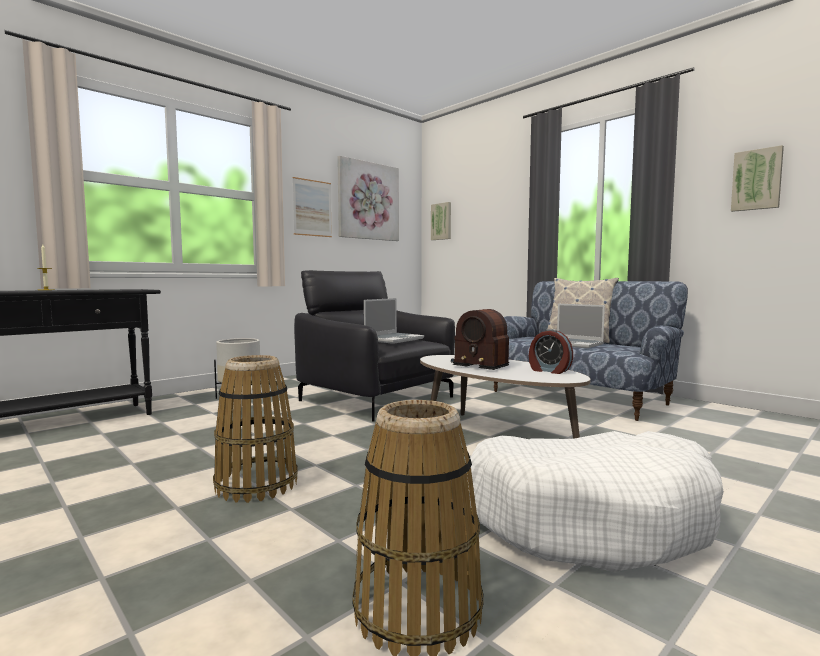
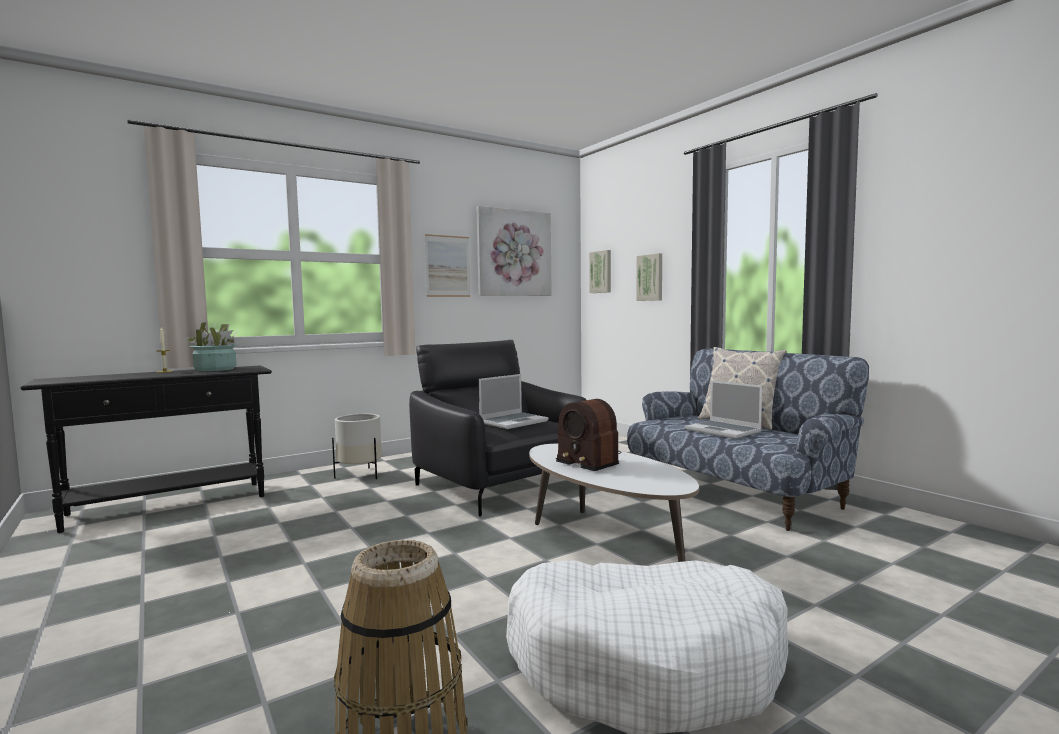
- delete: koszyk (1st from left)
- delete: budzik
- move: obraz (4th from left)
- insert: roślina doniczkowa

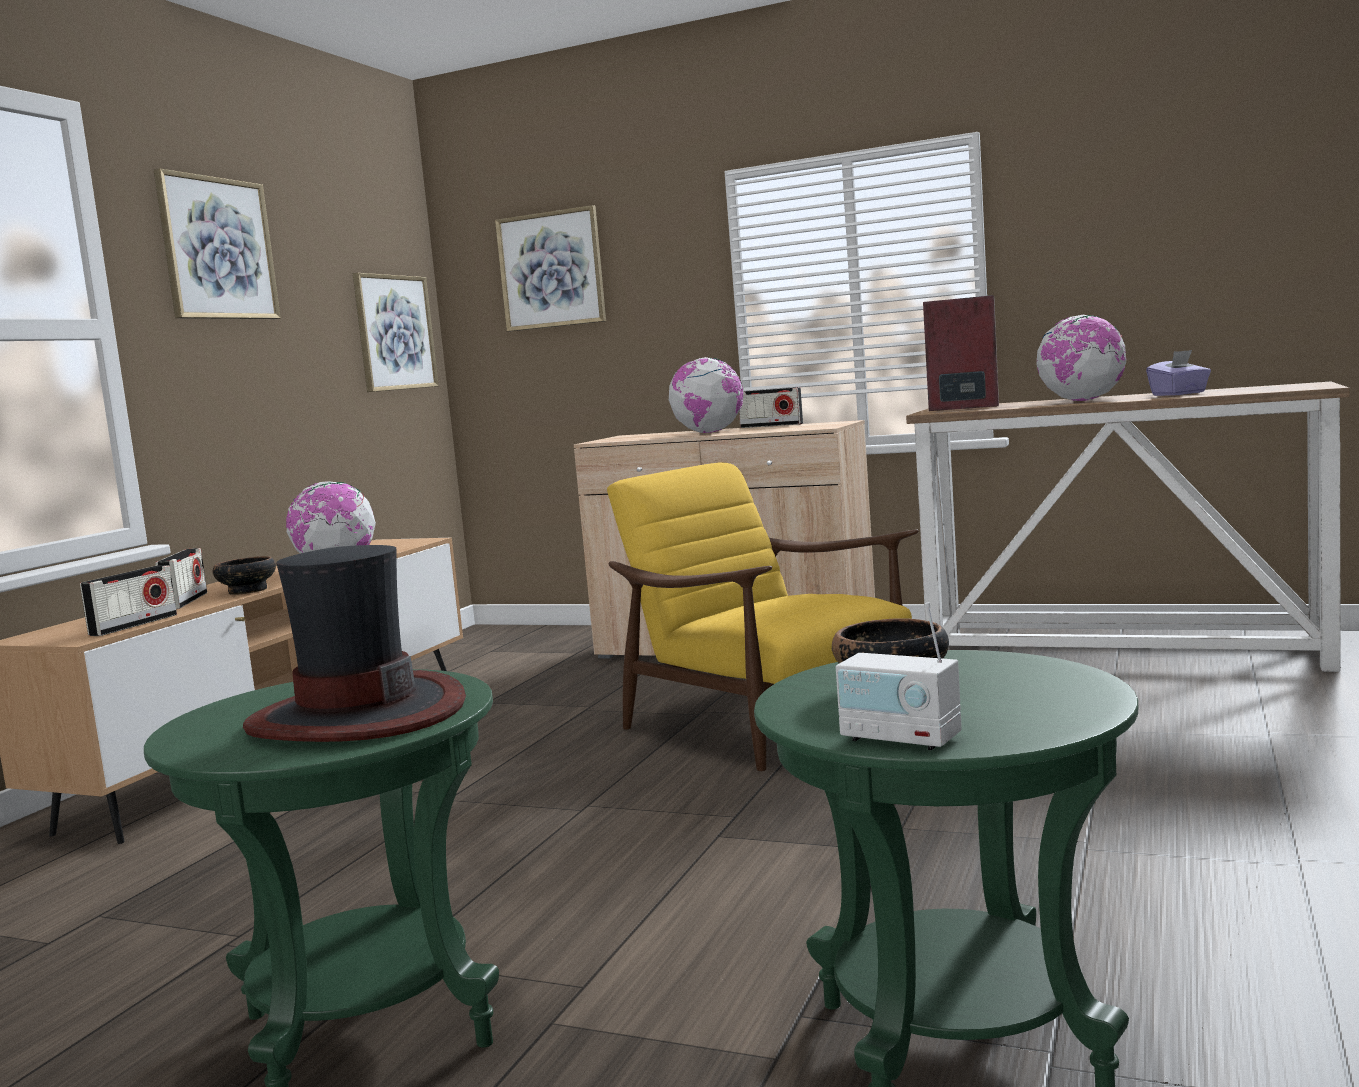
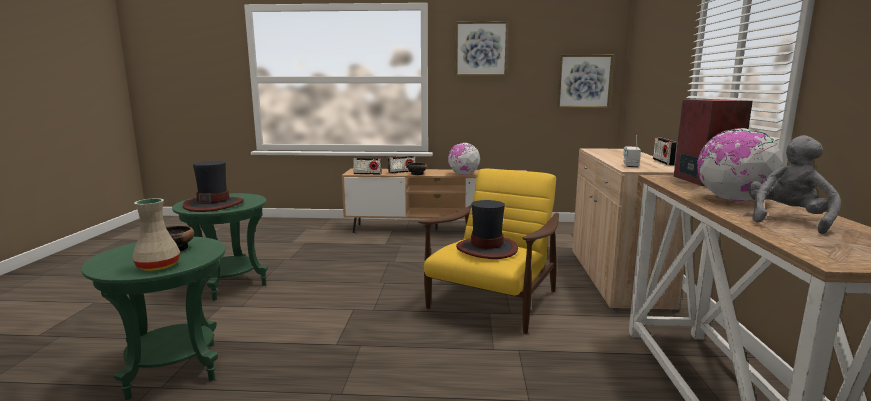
- delete: obraz (3rd from left)
- delete: globus (2nd from left)
- move: radio (4th from left in the first image) to radio (3rd from left)
- replace: pudełko chusteczek/fioletowy to pluszak/szary
- insert: wazon/beżowy
- insert: kapelusz (2nd from left)

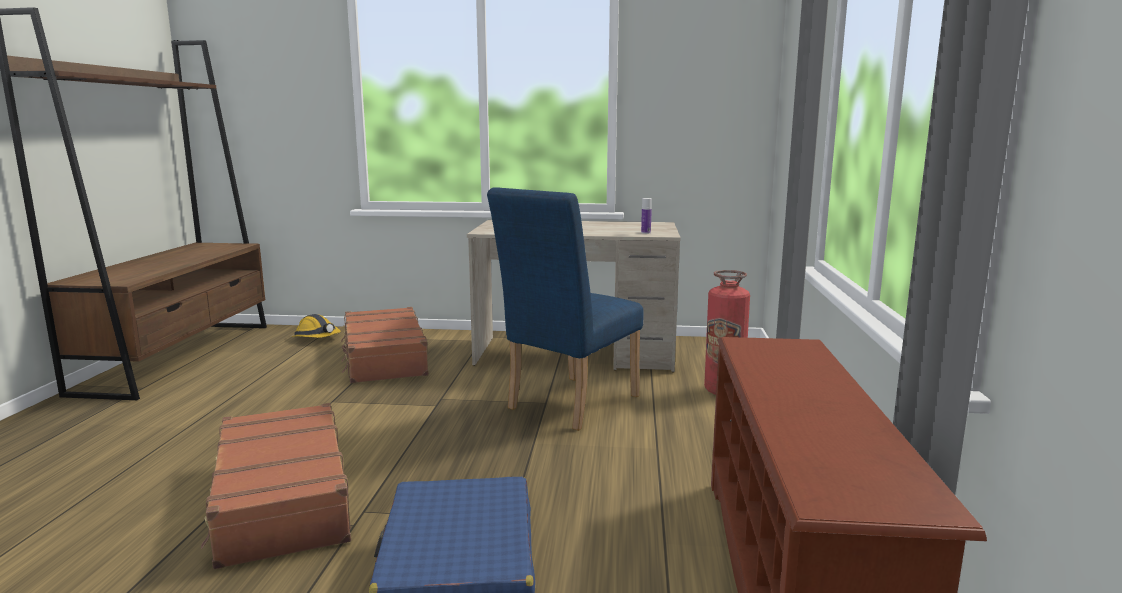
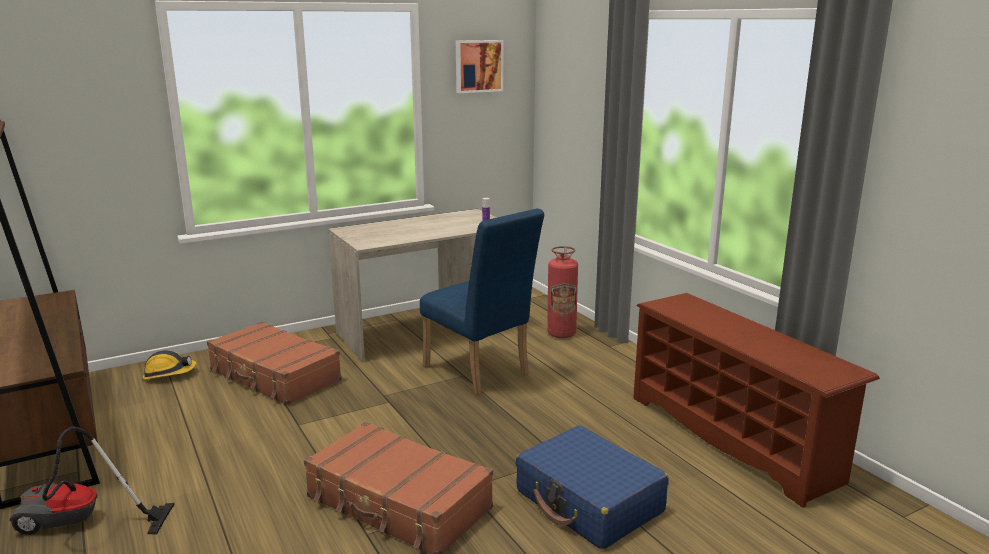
- rotate: krzesło/niebieski 45 degrees counterclockwise
- insert: odkurzacz
- insert: obraz

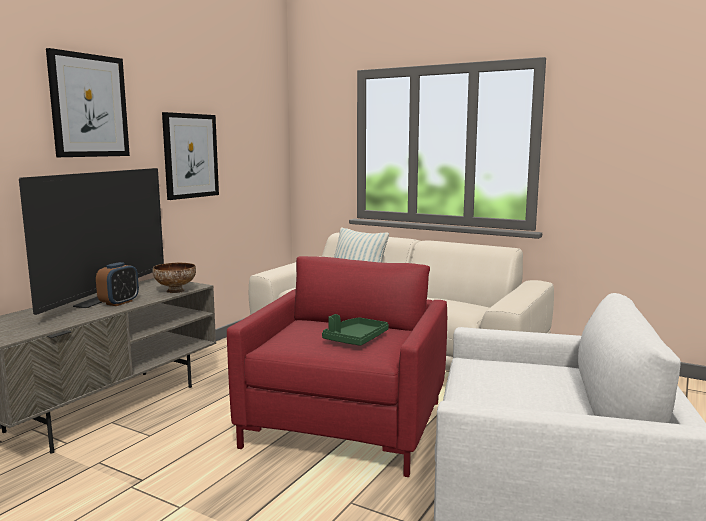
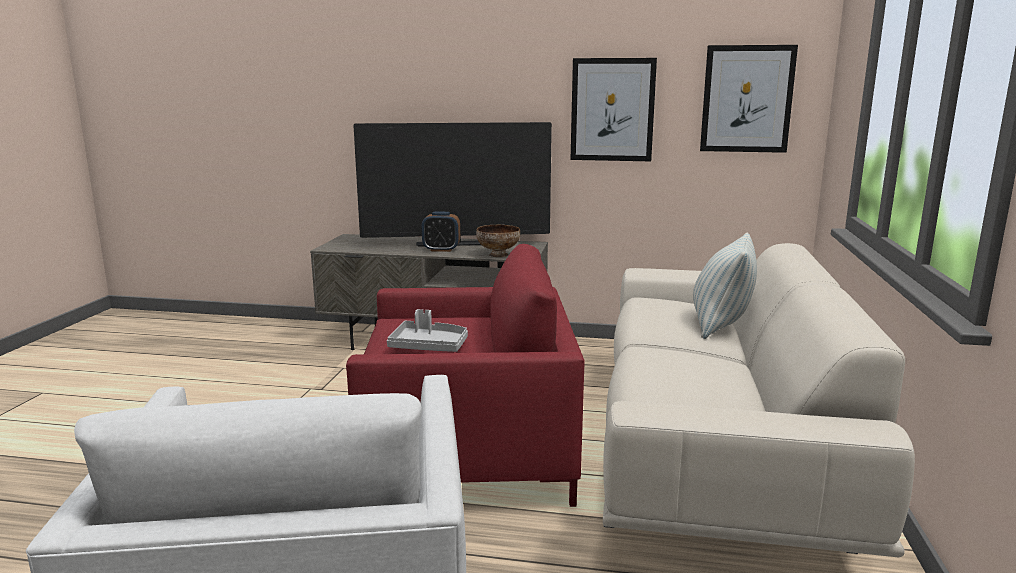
- move: obraz (1st from left in the first image) to obraz (2nd from left)
- recolor: taca/zielony to taca/szary

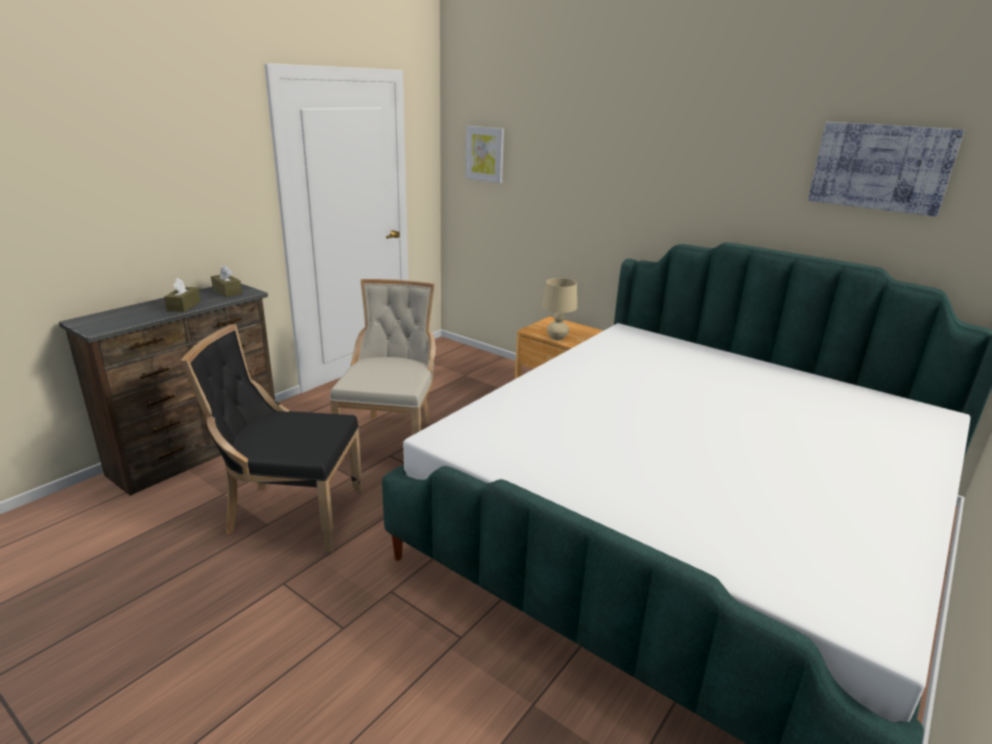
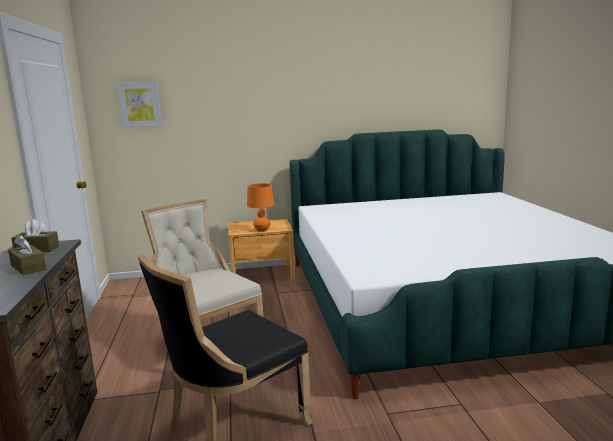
- recolor: lampa stołowa/beżowy to lampa stołowa/pomarańczowy
- delete: obraz (2nd from left)

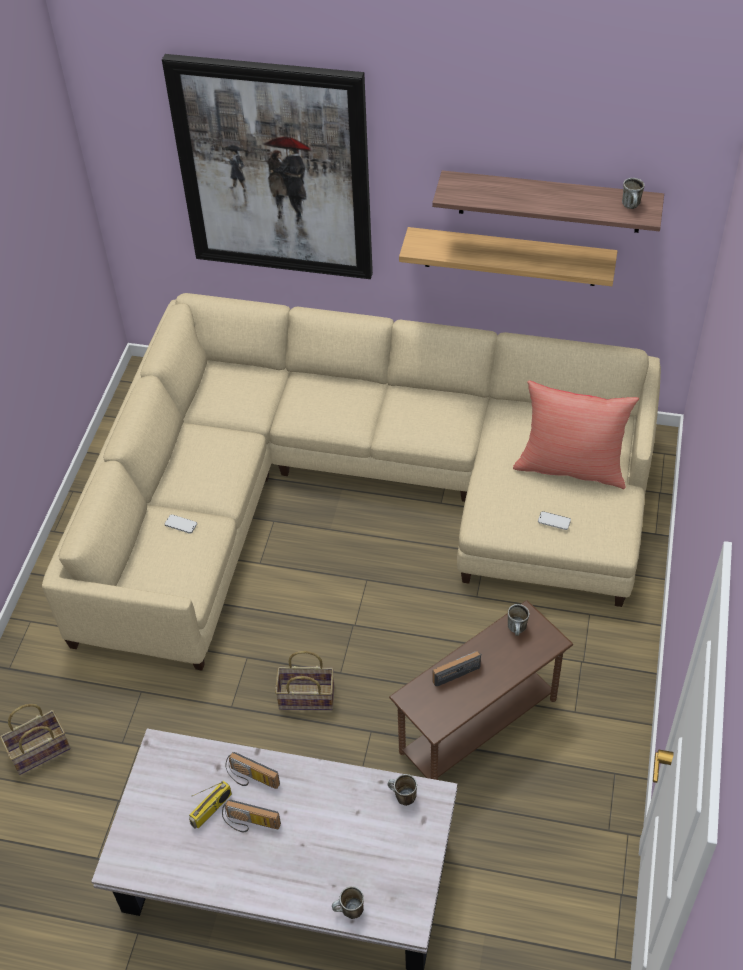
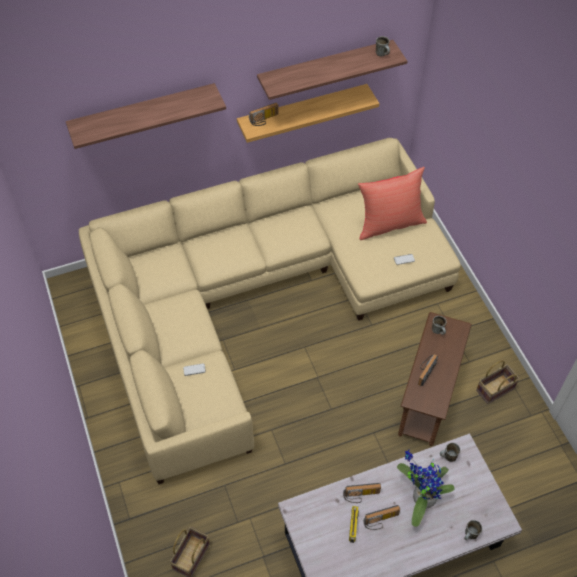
- replace: obraz to półka (1st from left)
- move: koszyk (2nd from left)
- insert: radio (1st from left)
- insert: roślina doniczkowa

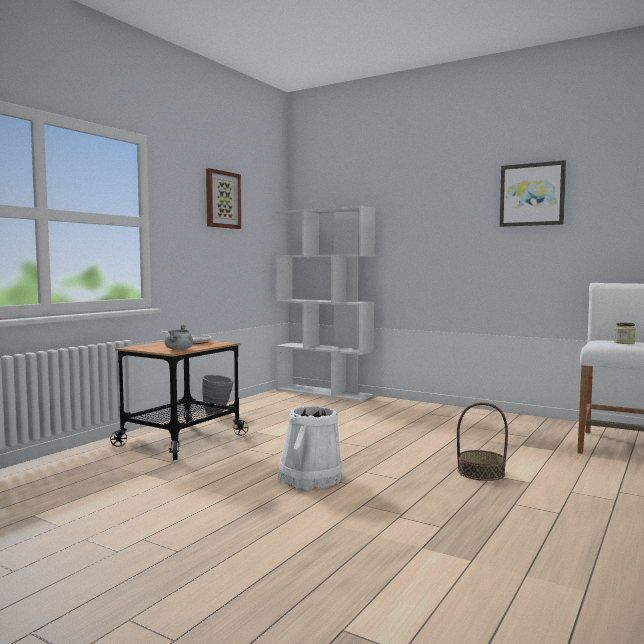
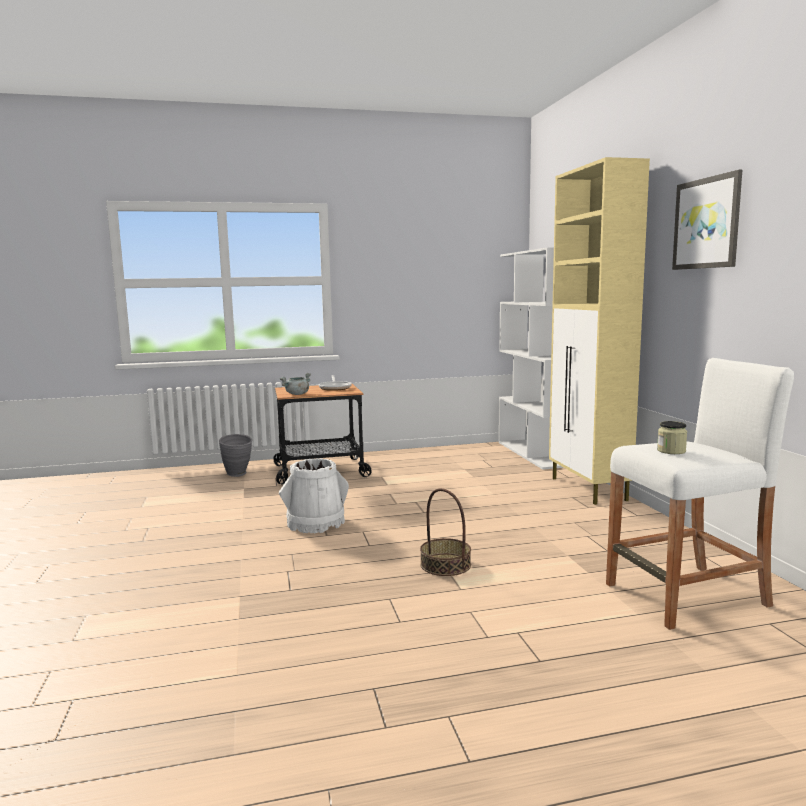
- move: wazon/szary
- delete: obraz (1st from left)
- insert: szafka/beżowy

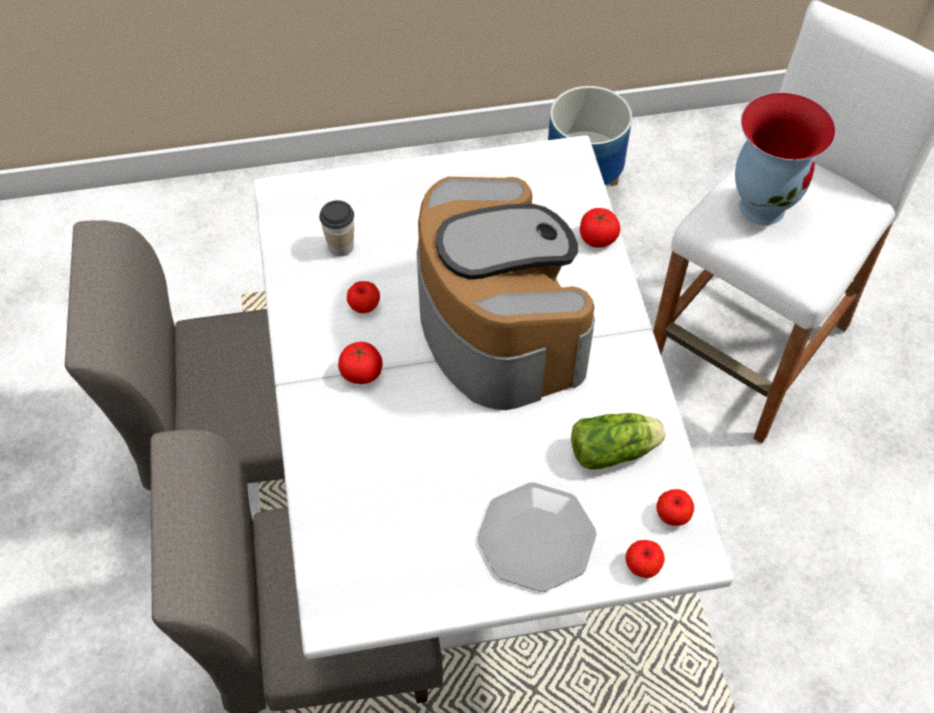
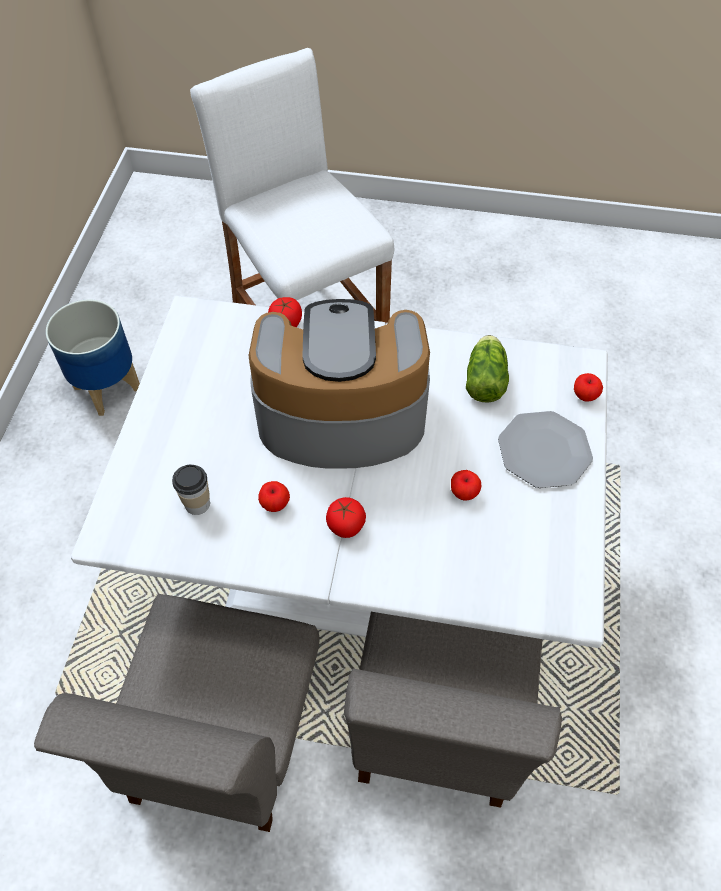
- move: jabłko (3rd from left in the first image) to jabłko (2nd from left)
- delete: wazon

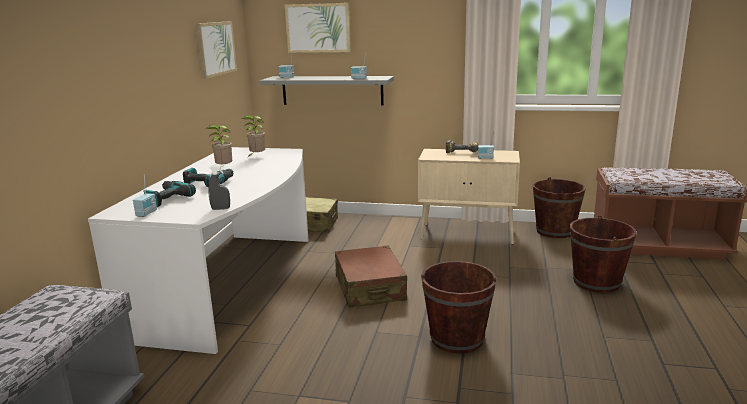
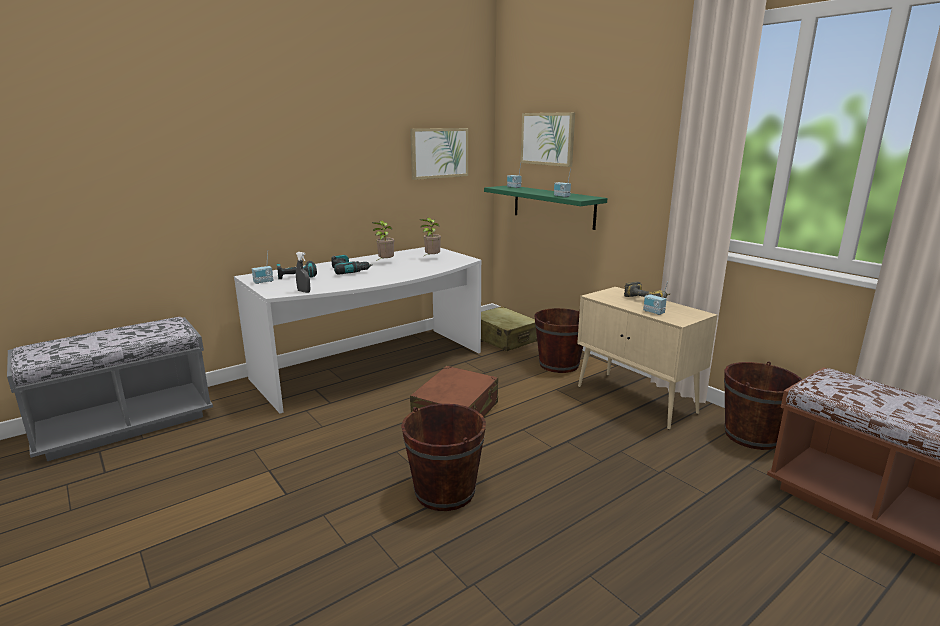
- recolor: półka/szary to półka/zielony
- move: wiadro/brązowy (3rd from left in the first image) to wiadro/brązowy (2nd from left)

